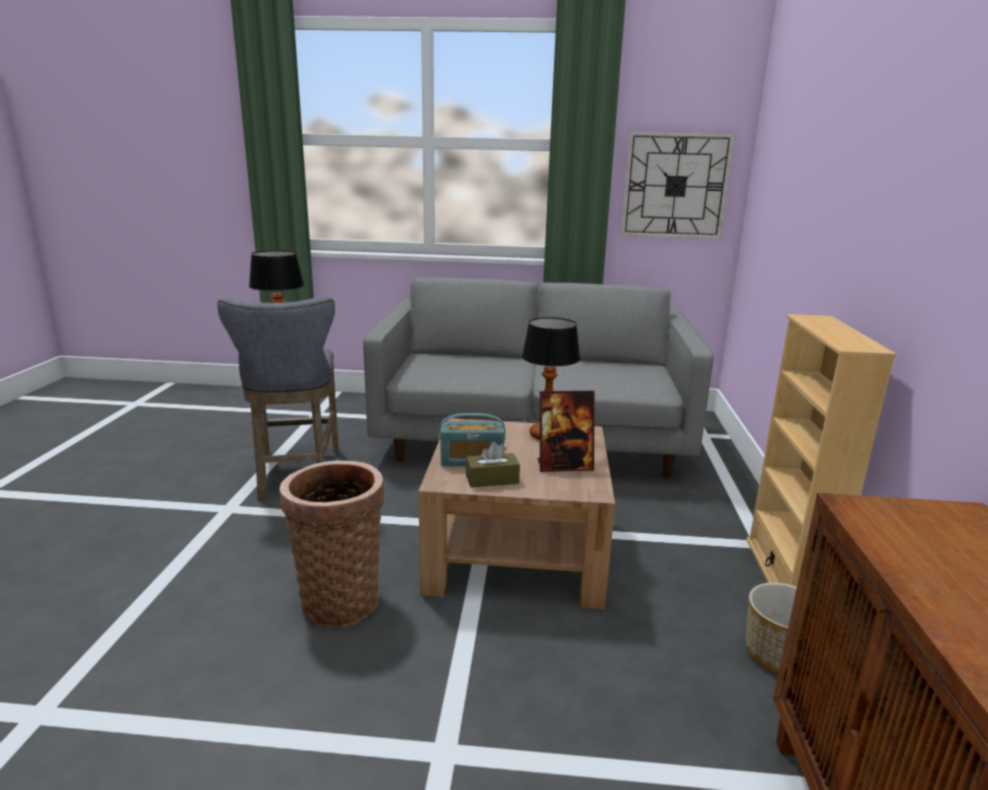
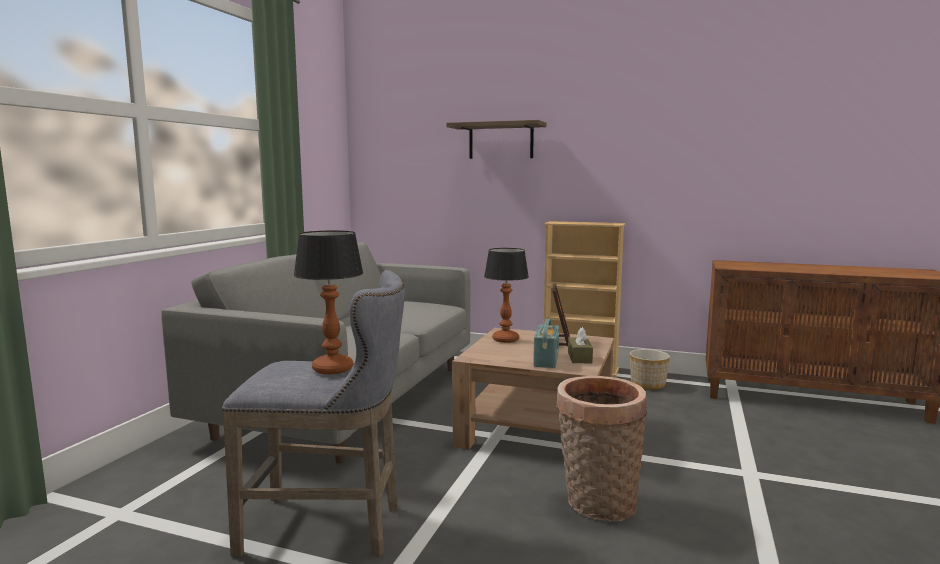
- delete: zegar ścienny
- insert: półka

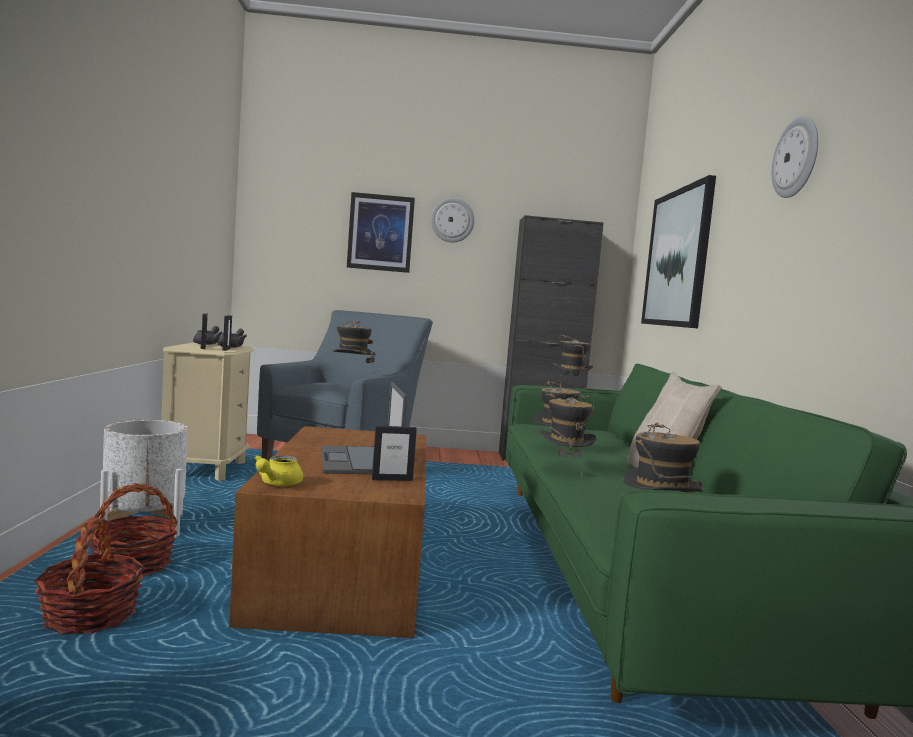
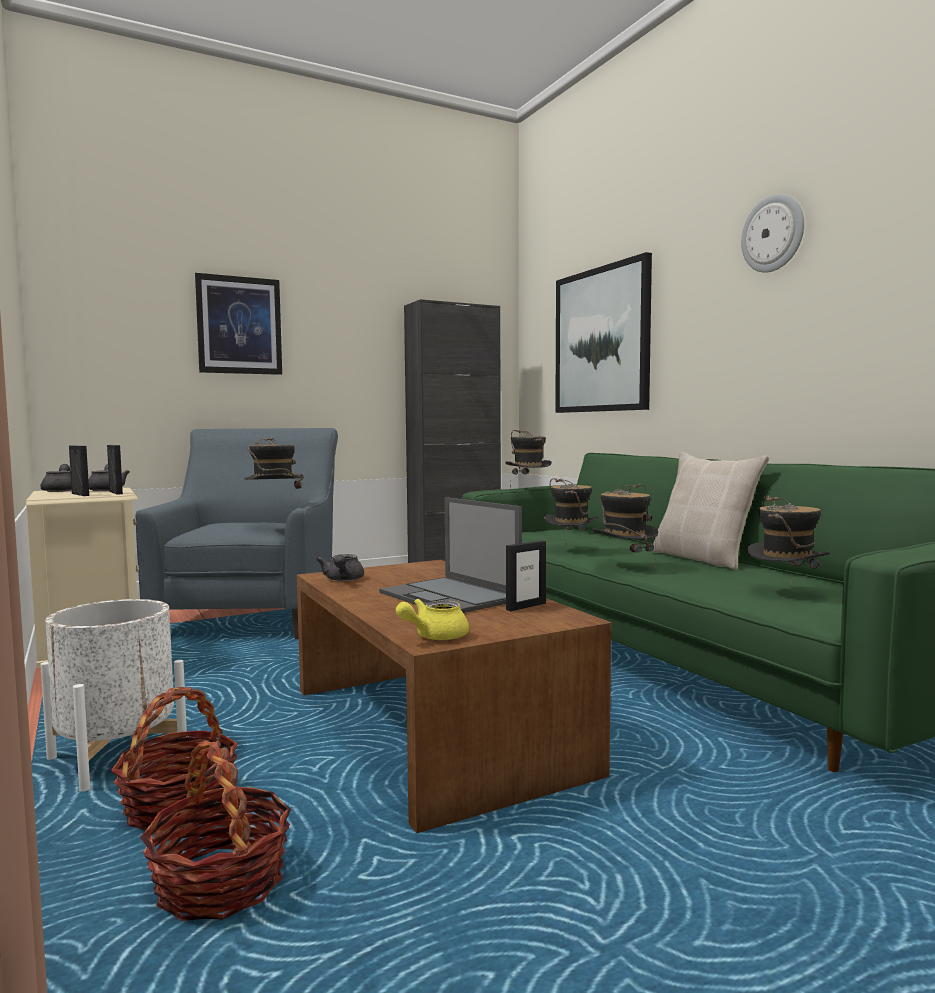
- rotate: imbryk/żółty 60 degrees clockwise
- delete: zegar ścienny (1st from left)
- insert: imbryk/szary (3rd from left)

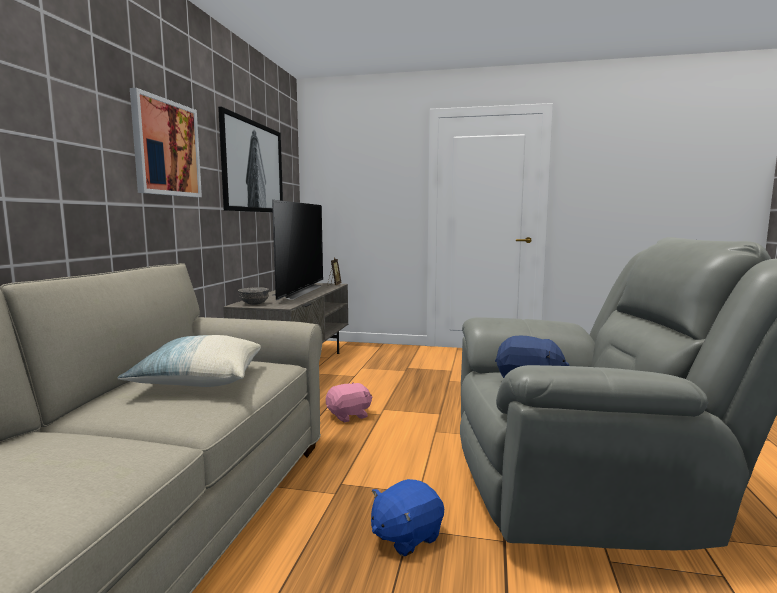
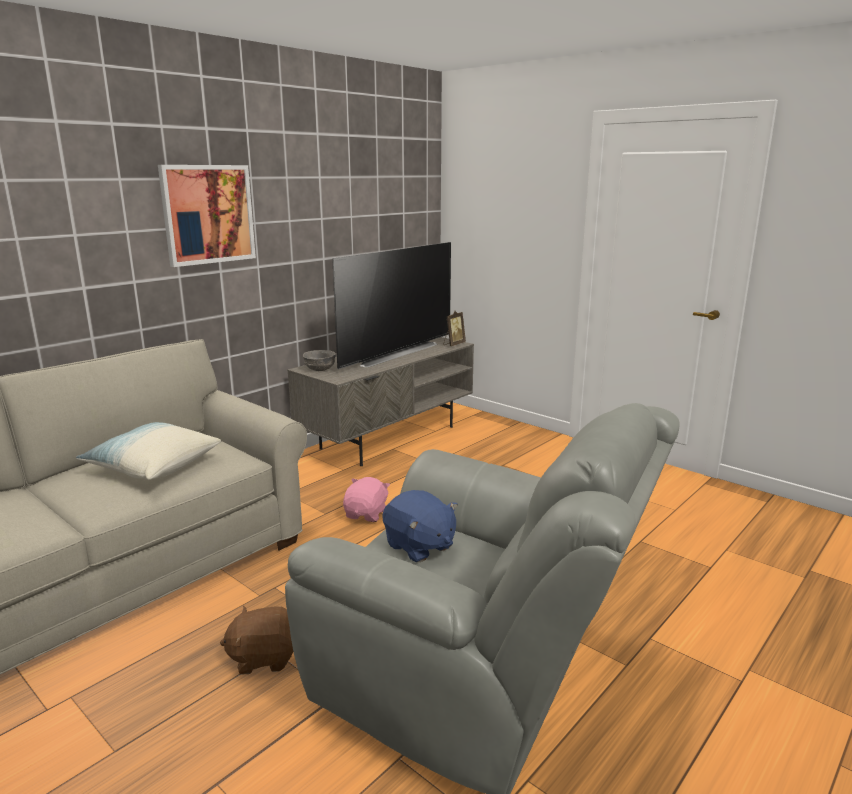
- delete: obraz (2nd from left)
- rotate: pluszak/różowy 75 degrees counterclockwise
- recolor: pluszak/niebieski (1st from left) to pluszak/brązowy

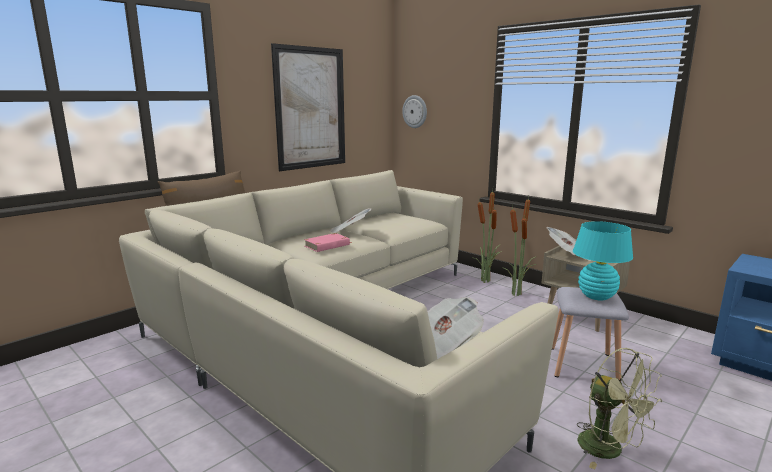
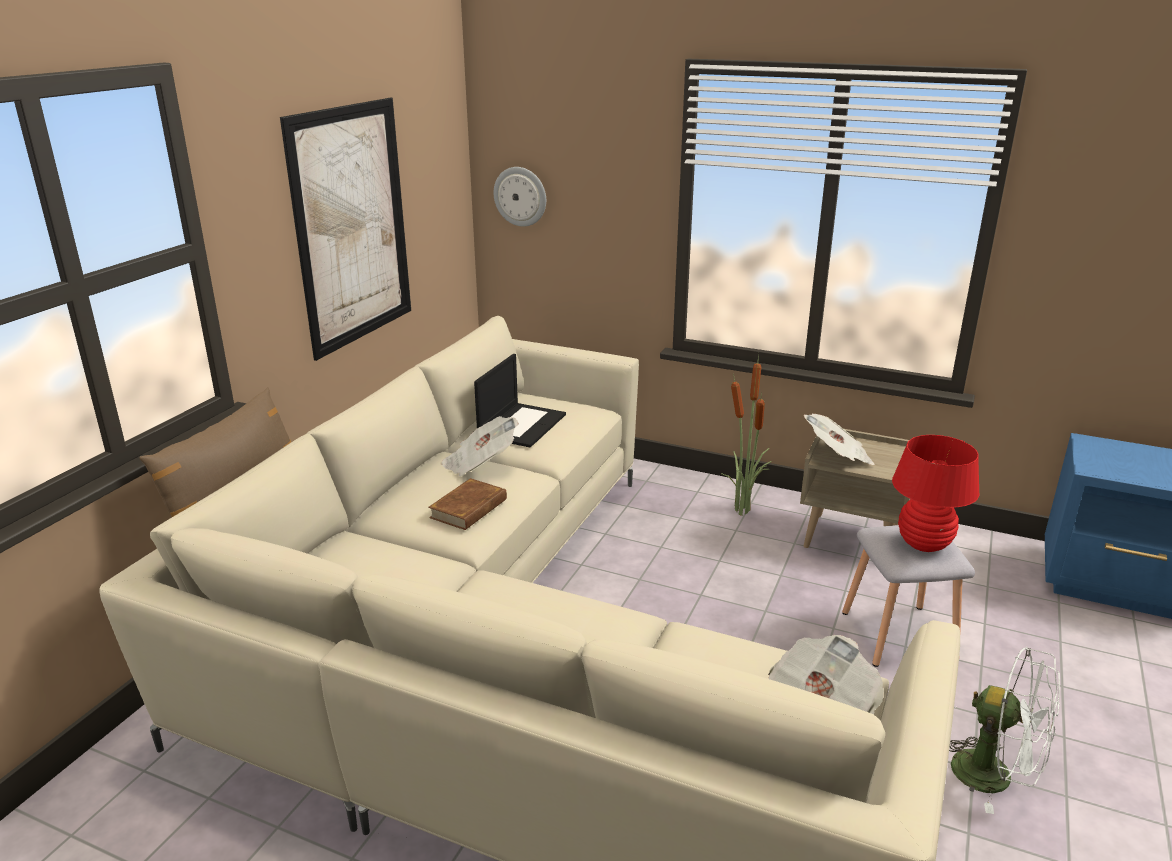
- recolor: książka/różowy to książka/brązowy
- delete: roślina doniczkowa (1st from left)
- recolor: lampa stołowa/turkusowy to lampa stołowa/czerwony
- recolor: wentylator/zielony to wentylator/biały
- insert: laptop

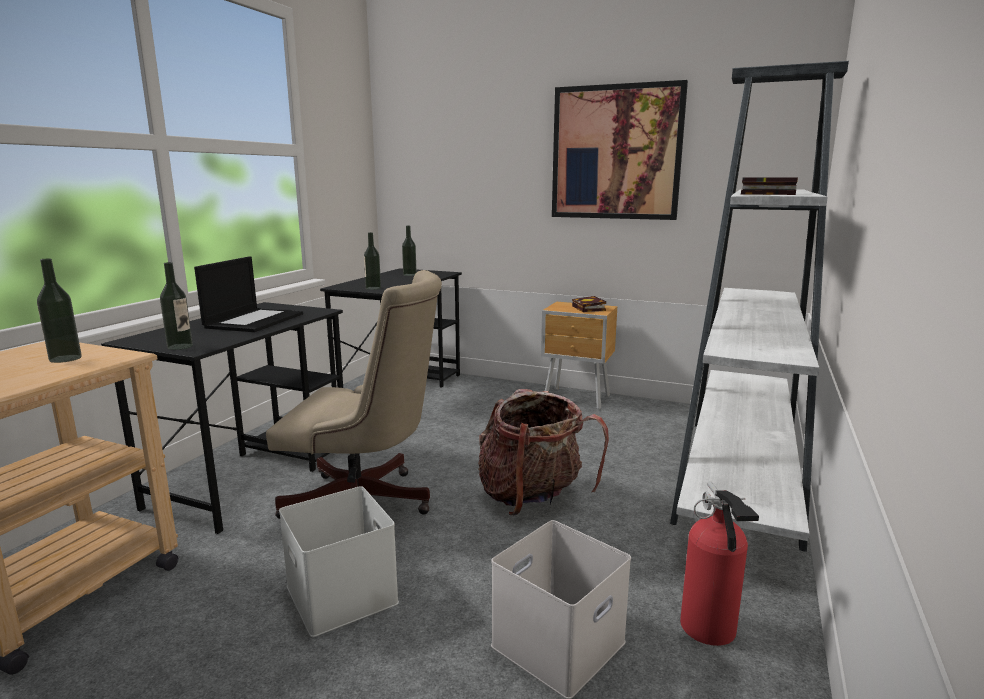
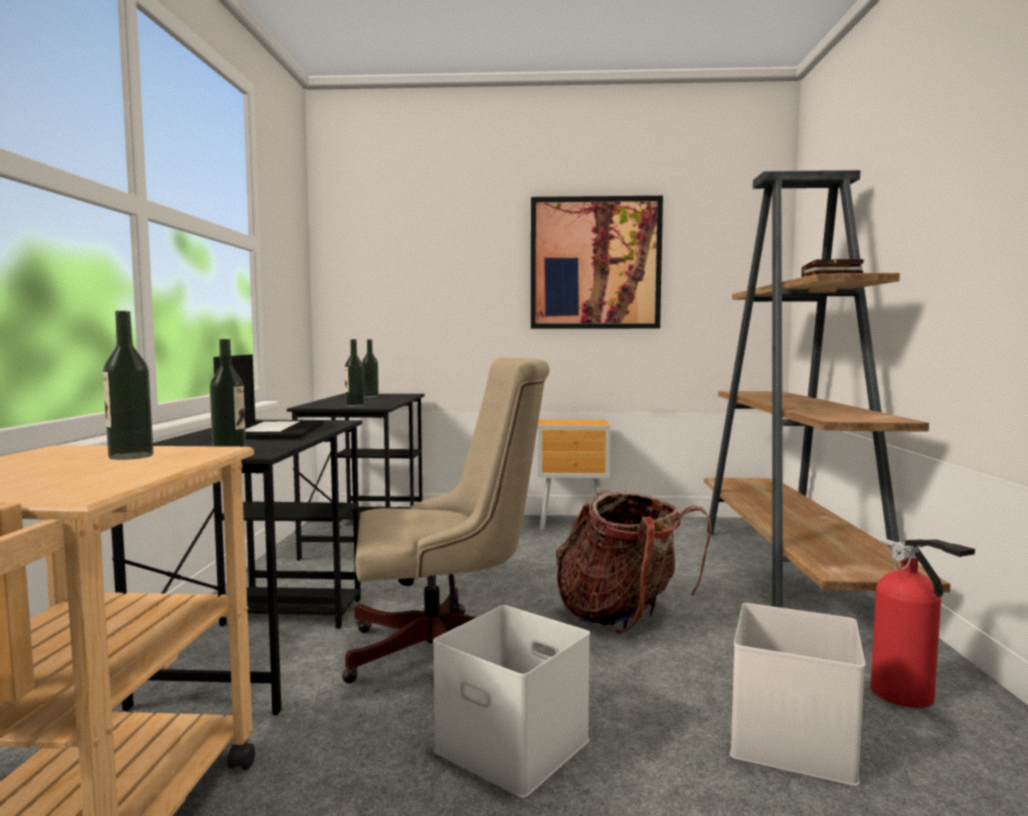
- delete: książka (1st from left)
- recolor: regał/biały to regał/brązowy

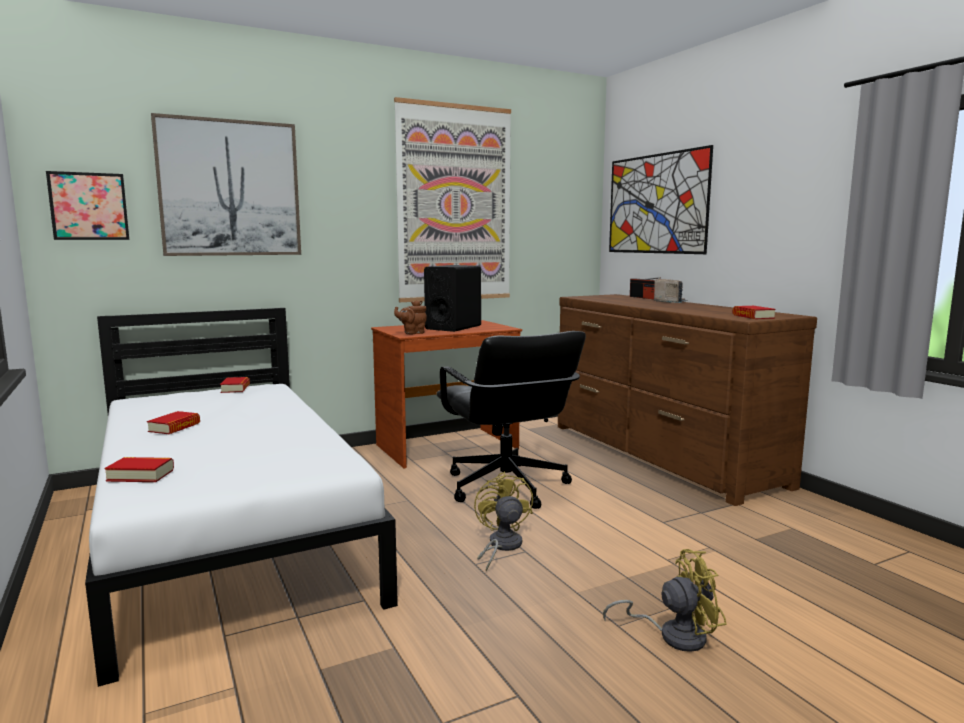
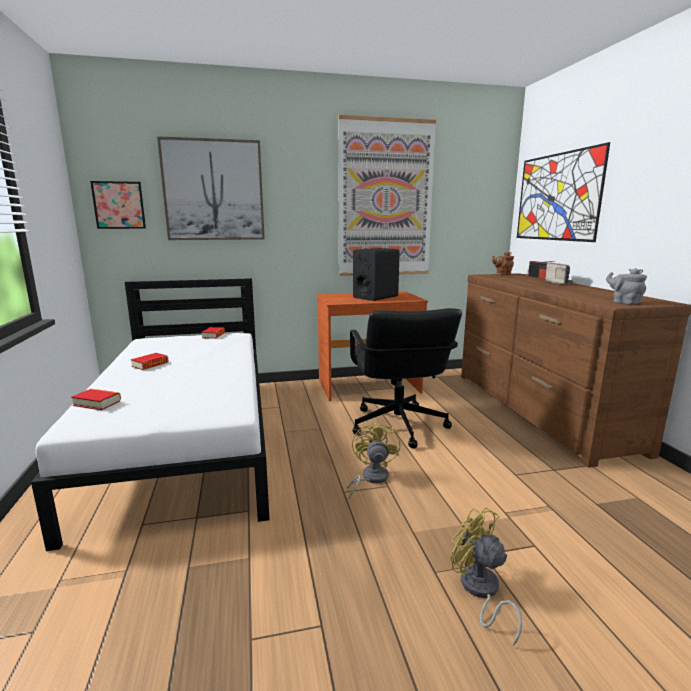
- move: imbryk/brązowy
- rotate: wentylator/żółty (2nd from left) 135 degrees counterclockwise
- replace: książka (4th from left) to imbryk/szary

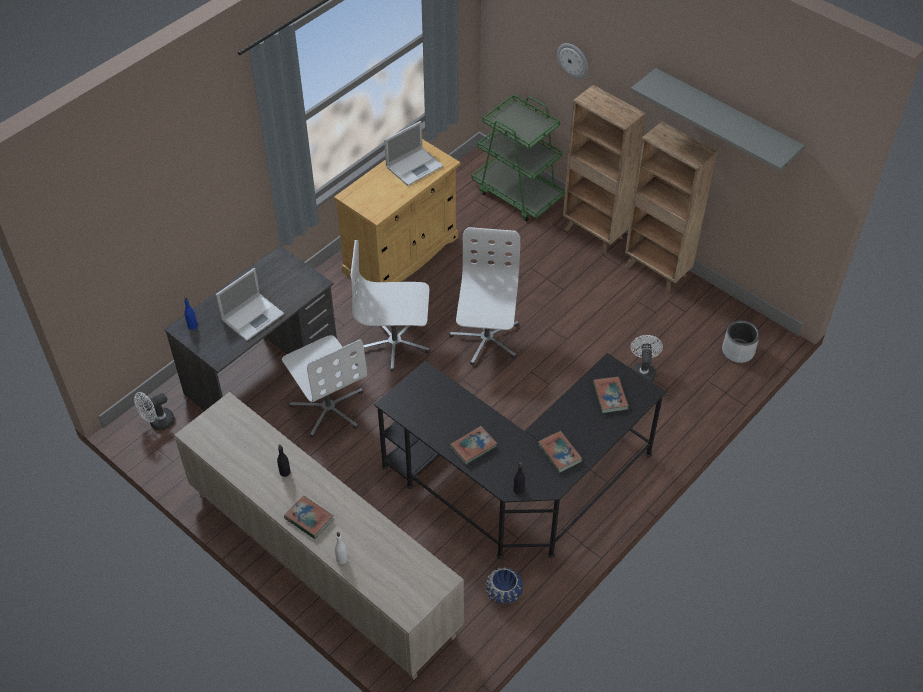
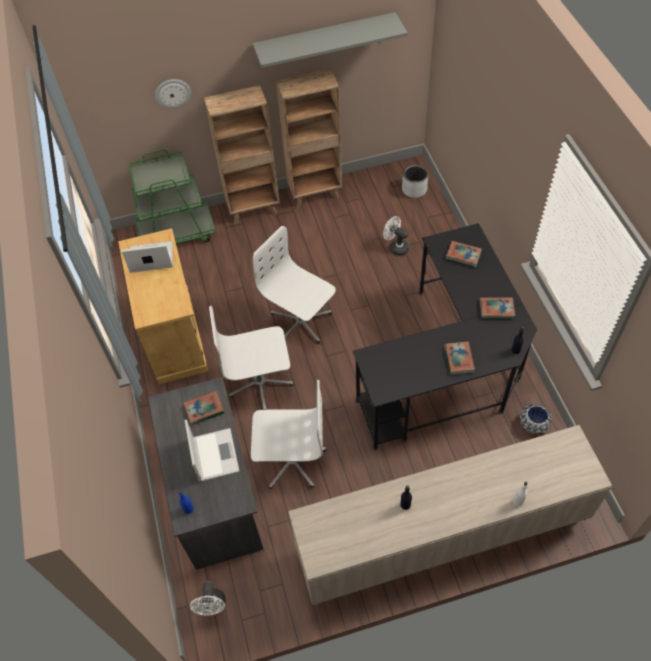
- move: książka (1st from left)
- rotate: krzesło biurowe/biały (2nd from left in the first image) 45 degrees clockwise
- rotate: laptop (2nd from left in the first image) 90 degrees counterclockwise

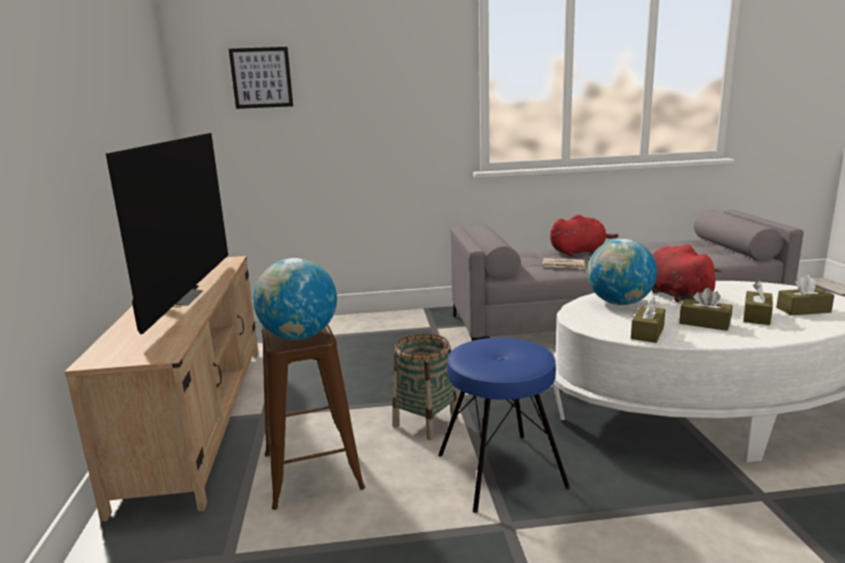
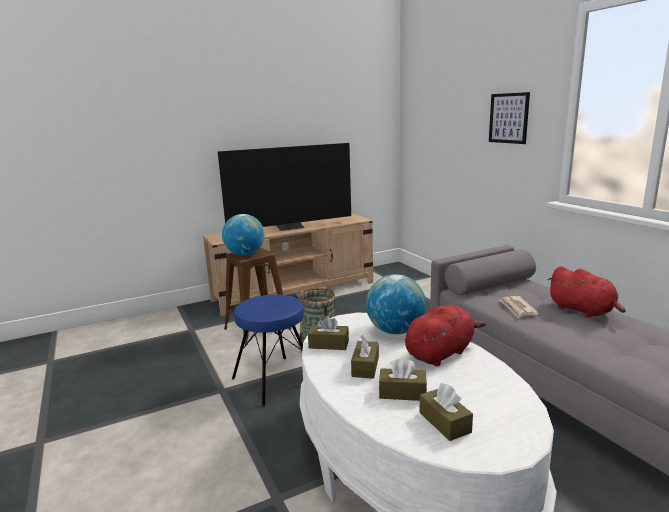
- move: obraz

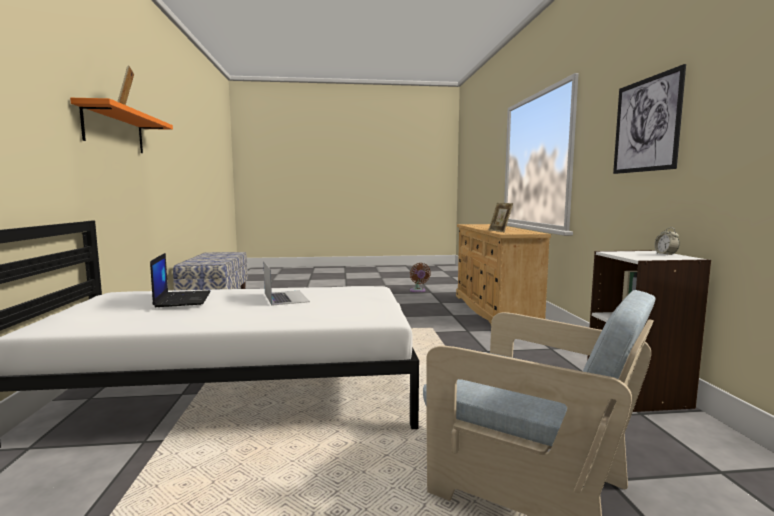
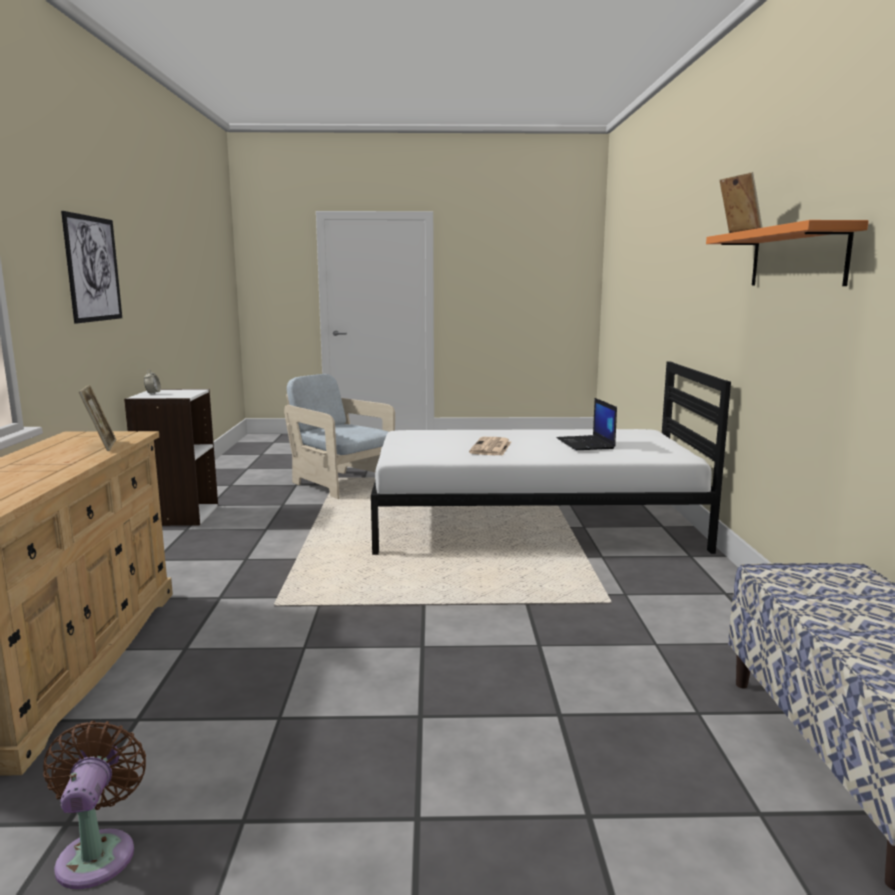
- replace: laptop (2nd from left) to gazeta

